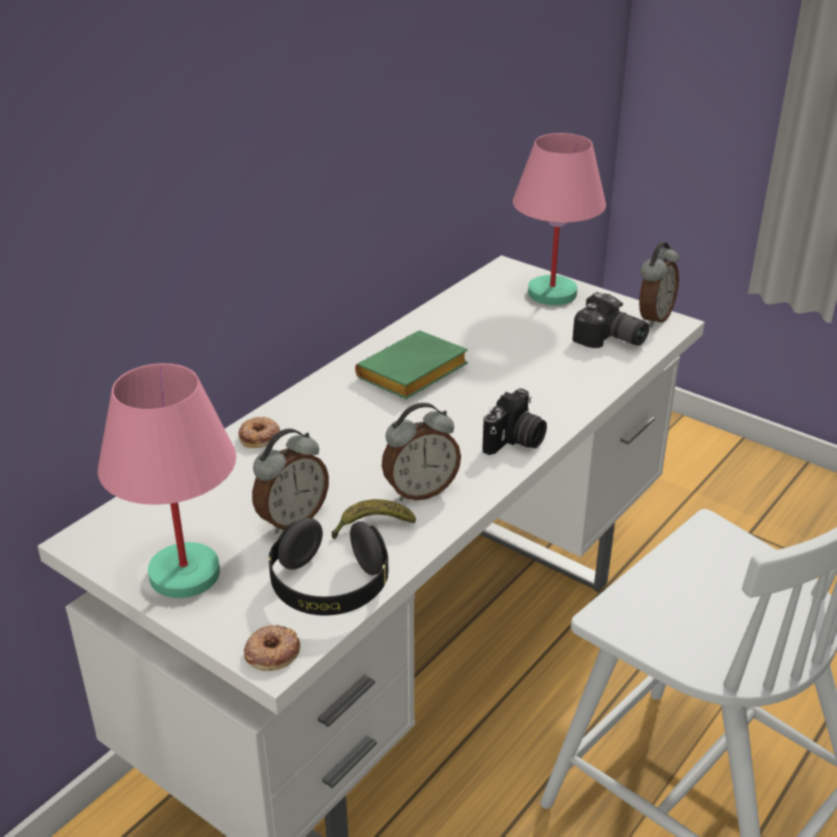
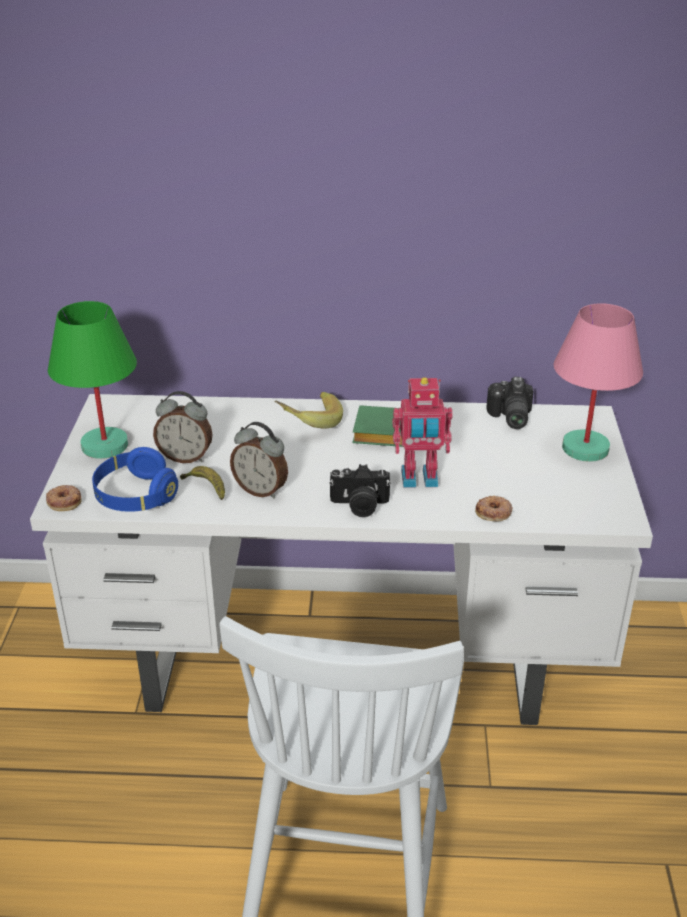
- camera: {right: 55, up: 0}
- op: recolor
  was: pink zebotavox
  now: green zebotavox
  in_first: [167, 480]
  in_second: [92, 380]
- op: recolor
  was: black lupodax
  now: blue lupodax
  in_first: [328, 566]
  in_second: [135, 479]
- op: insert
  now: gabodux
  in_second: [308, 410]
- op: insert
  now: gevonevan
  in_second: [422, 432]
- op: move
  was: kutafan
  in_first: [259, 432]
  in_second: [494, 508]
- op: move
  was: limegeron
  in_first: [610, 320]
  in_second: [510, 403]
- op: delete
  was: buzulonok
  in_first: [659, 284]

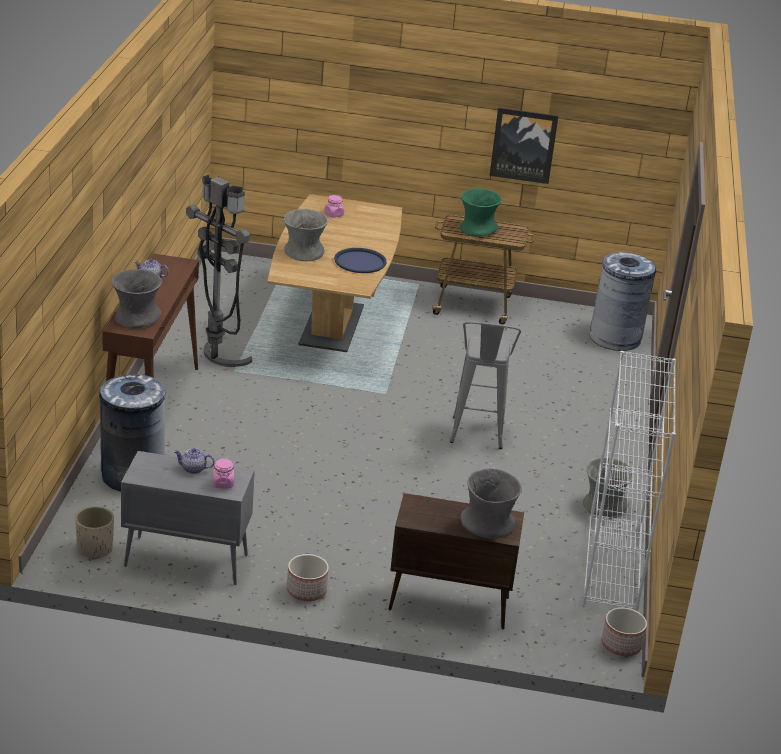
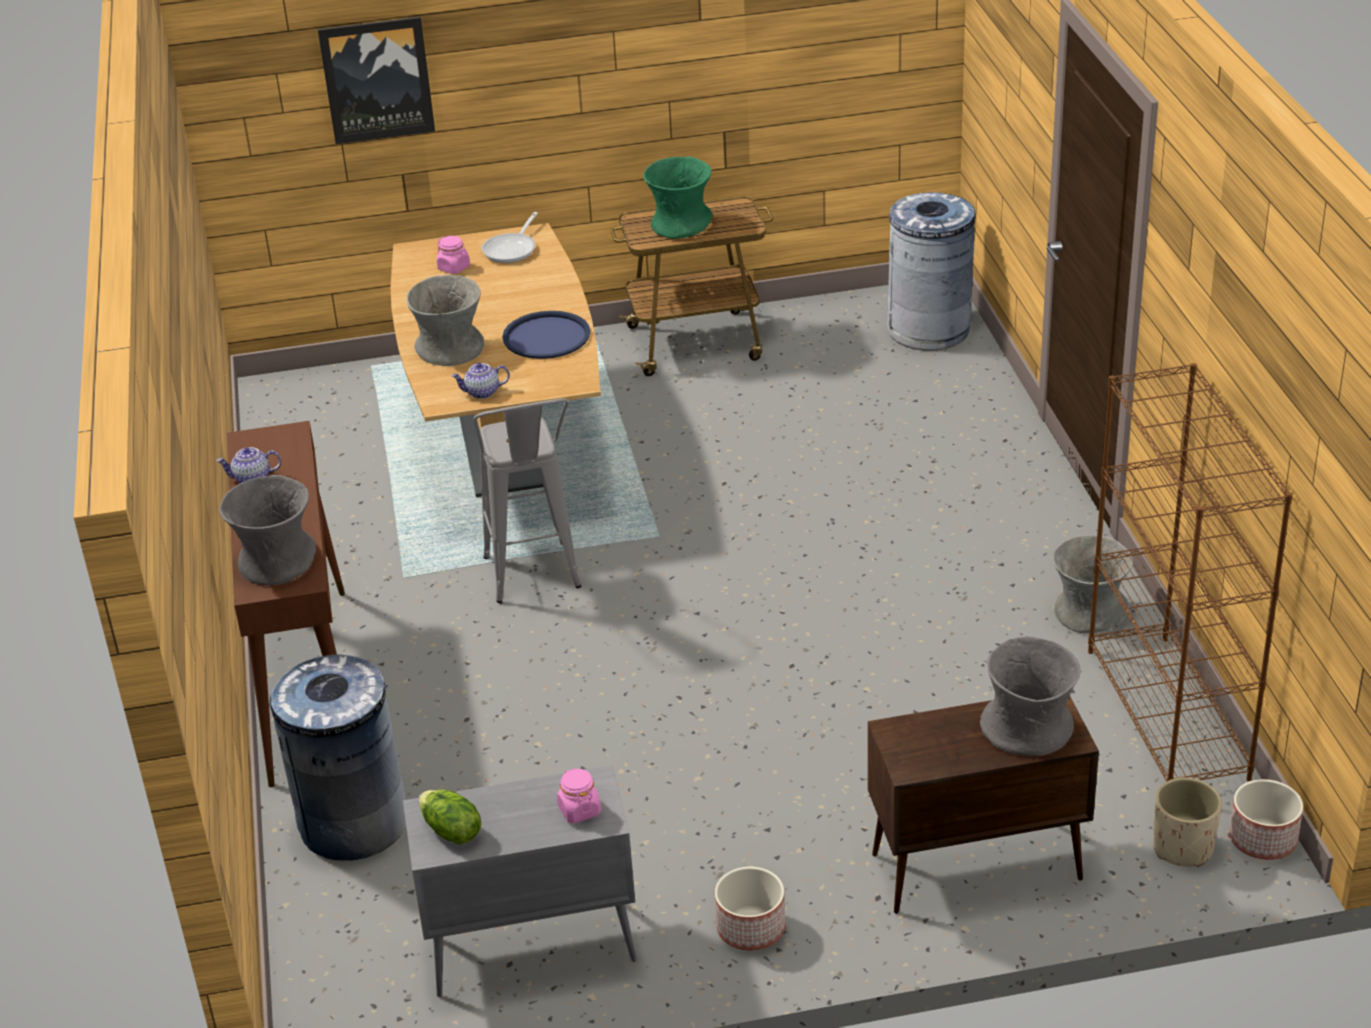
- camera: {right: -15, up: 5}
- op: move
  was: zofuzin
  in_first: [523, 145]
  in_second: [376, 80]
- op: insert
  now: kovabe
  in_second: [449, 817]
- op: move
  was: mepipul
  in_first: [194, 461]
  in_second: [480, 381]
- op: move
  was: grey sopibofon
  in_first: [485, 385]
  in_second: [527, 501]
- op: insert
  now: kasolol
  in_second: [509, 237]
- op: recolor
  was: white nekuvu
  now: brown nekuvu
  in_first: [629, 481]
  in_second: [1190, 572]
- op: move
  was: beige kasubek
  in_first: [94, 532]
  in_second: [1187, 822]
- op: delete
  was: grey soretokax
  in_first: [219, 270]

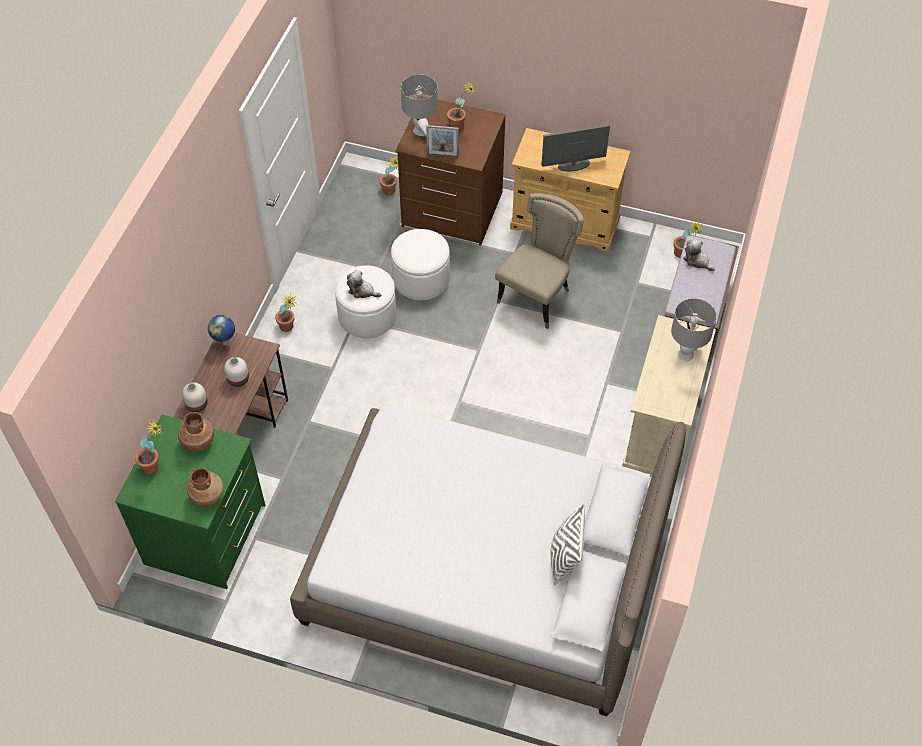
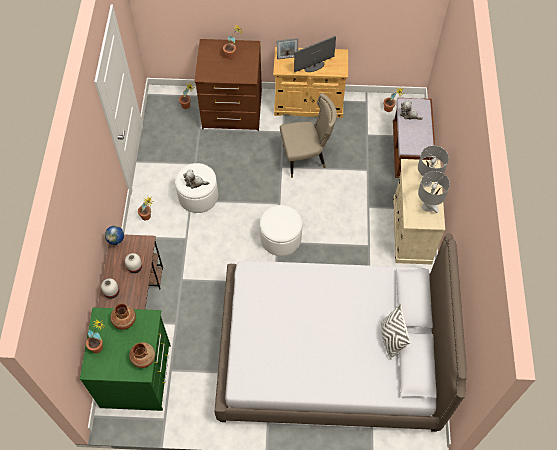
- camera: {right: -15, up: 5}
- op: move
  was: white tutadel
  in_first: [420, 264]
  in_second: [281, 230]
- op: move
  was: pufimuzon
  in_first: [442, 141]
  in_second: [287, 48]
- op: rotate
  was: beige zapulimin
  in_first: [539, 261]
  in_second: [308, 135]
  clockwise: 60
- op: move
  was: grey zebotavox
  in_first: [419, 105]
  in_second: [434, 192]

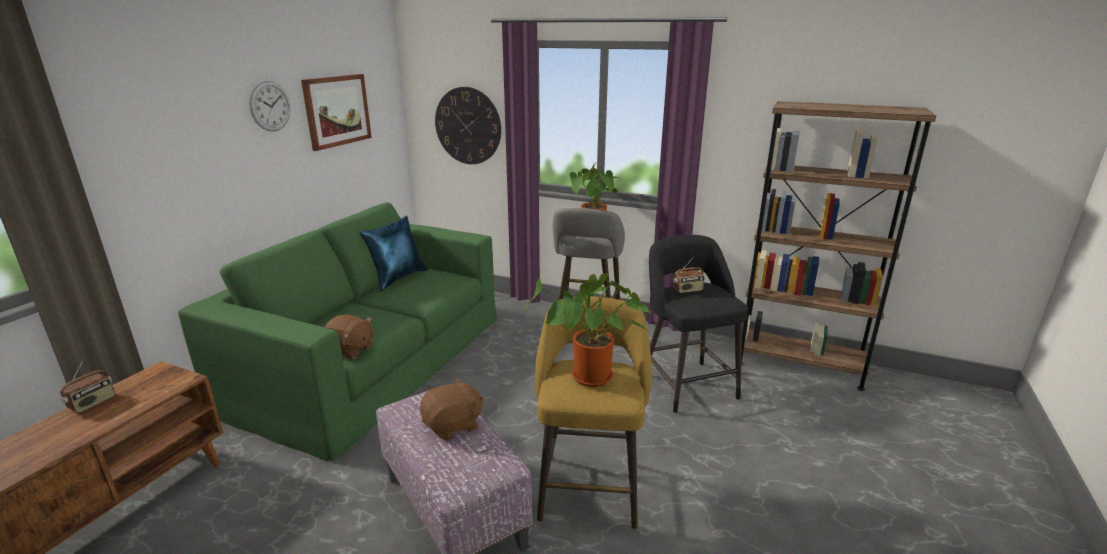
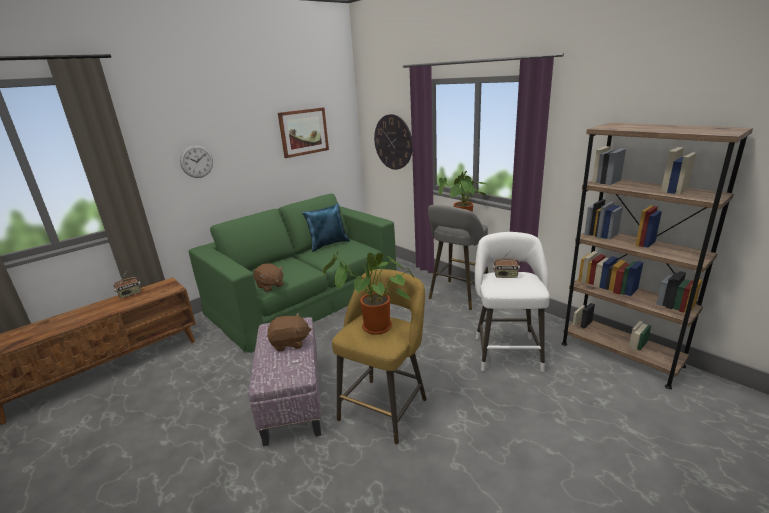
- camera: {right: 25, up: 0}
- op: move
  was: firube
  in_first: [270, 106]
  in_second: [196, 161]
- op: recolor
  was: black sopibofon
  now: white sopibofon
  in_first: [698, 324]
  in_second: [512, 302]

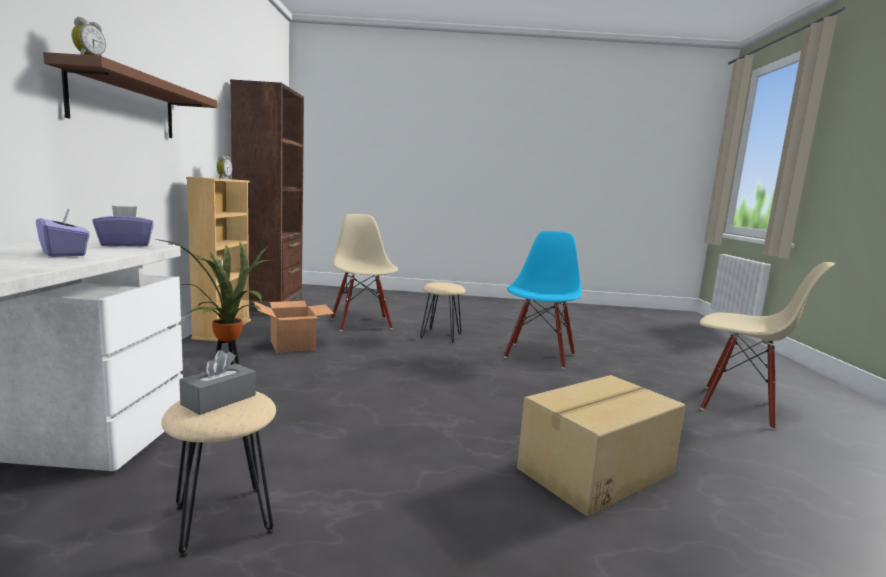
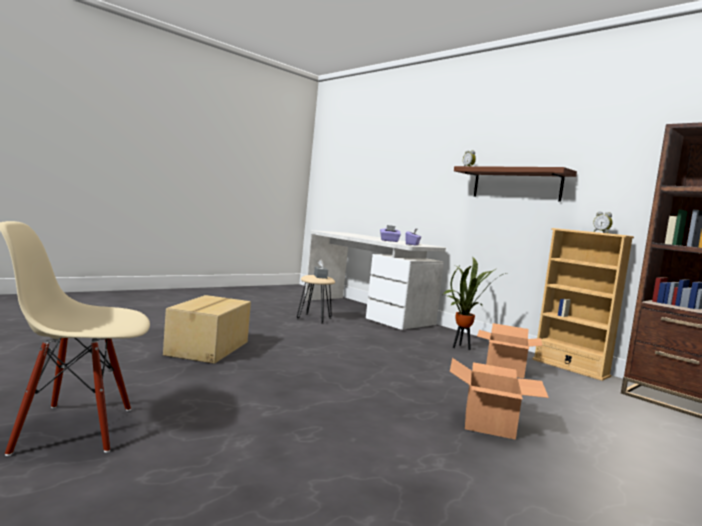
- camera: {right: 135, up: -5}
- op: replace
  was: beige sopibofon
  now: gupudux
  in_first: [443, 312]
  in_second: [499, 399]
- op: delete
  was: beige zapulimin
  in_first: [364, 272]
- op: delete
  was: blue zapulimin
  in_first: [543, 300]

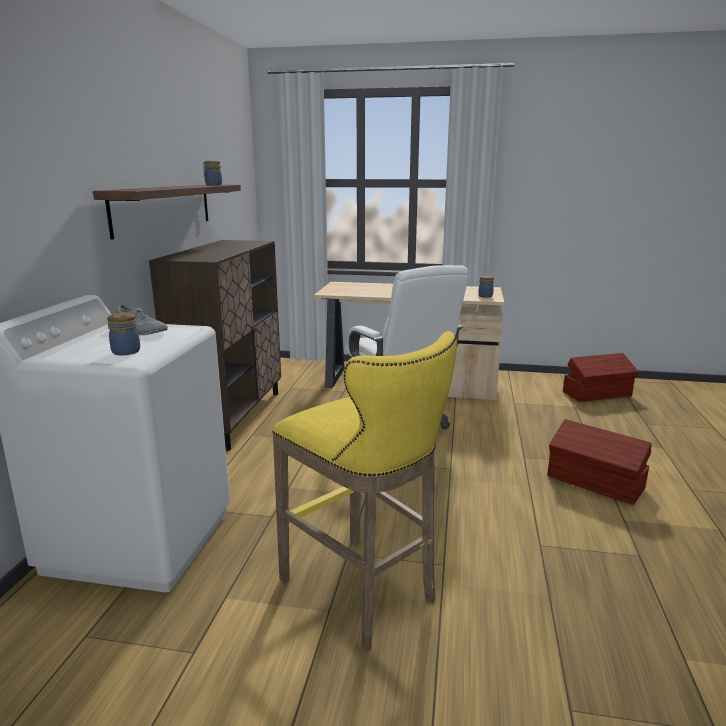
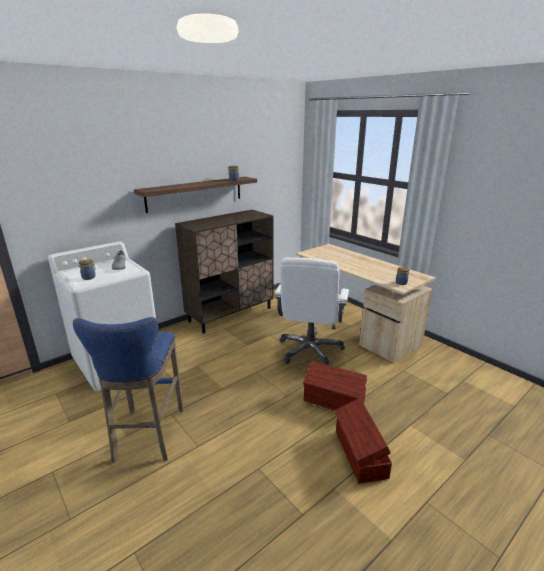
- camera: {right: 40, up: 5}
- op: recolor
  was: yellow sopibofon
  now: blue sopibofon
  in_first: [364, 490]
  in_second: [128, 390]
- op: move
  was: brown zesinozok
  in_first: [601, 377]
  in_second: [335, 385]

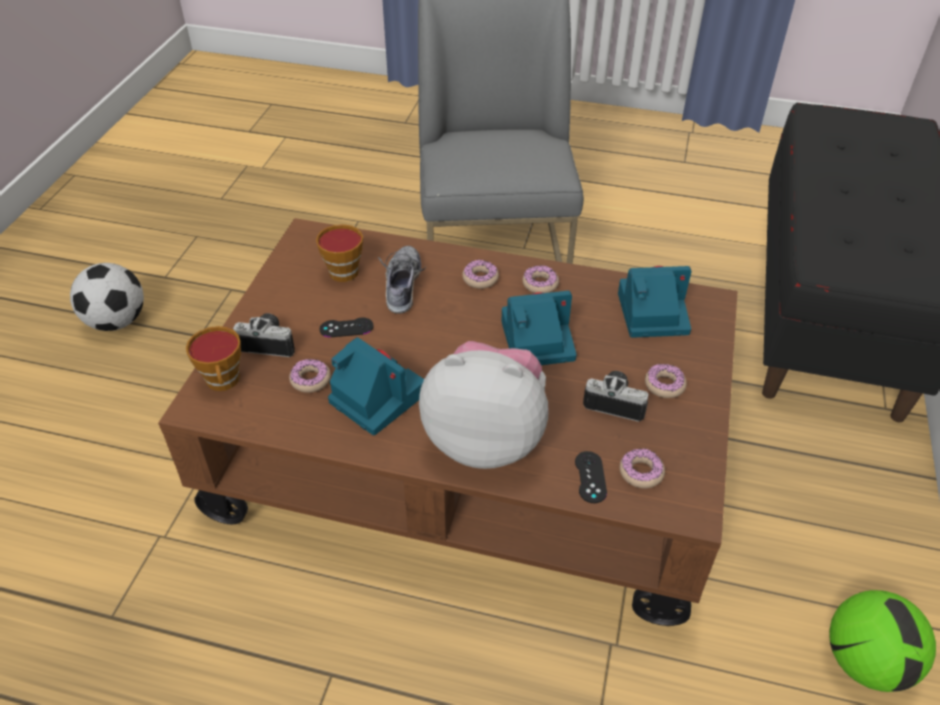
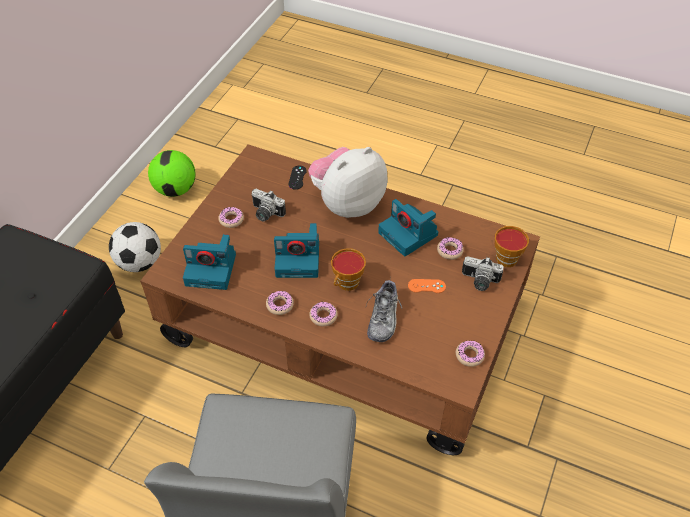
- camera: {right: -170, up: 5}
- op: move
  was: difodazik
  in_first: [107, 297]
  in_second: [135, 247]
- op: rotate
  was: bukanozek
  in_first: [483, 405]
  in_second: [347, 182]
  clockwise: 120
- op: move
  was: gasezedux
  in_first: [339, 253]
  in_second: [348, 269]
- op: recolor
  was: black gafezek
  now: orange gafezek
  in_first: [346, 327]
  in_second: [427, 286]
- op: move
  was: kutafan
  in_first: [642, 468]
  in_second: [470, 353]

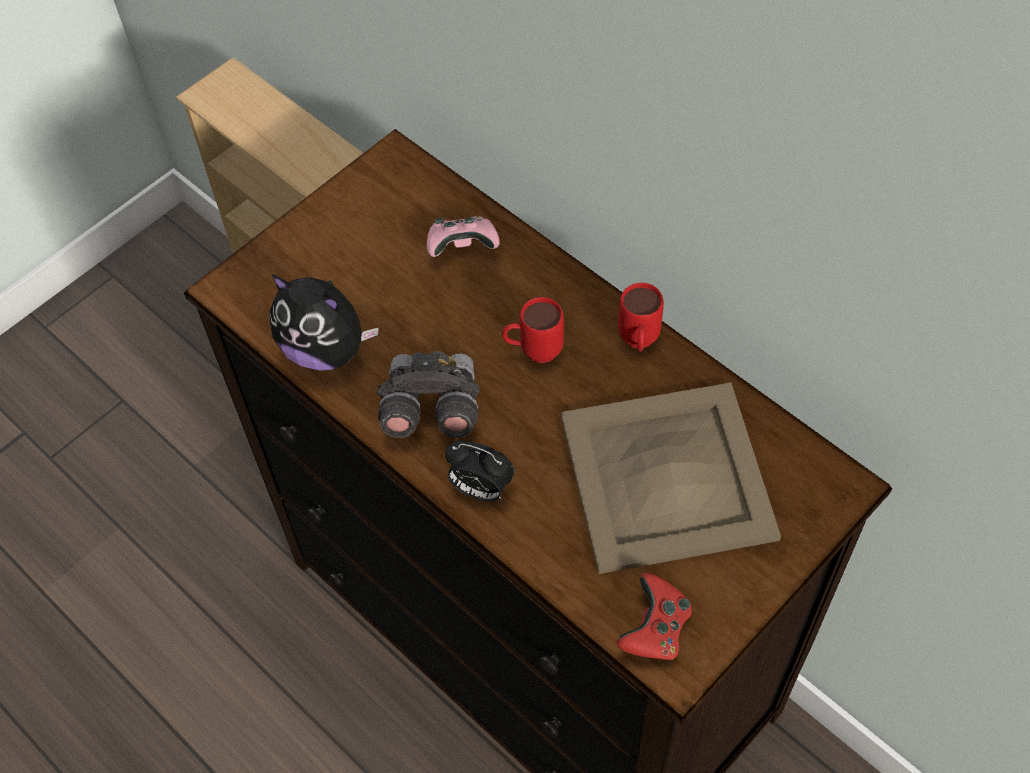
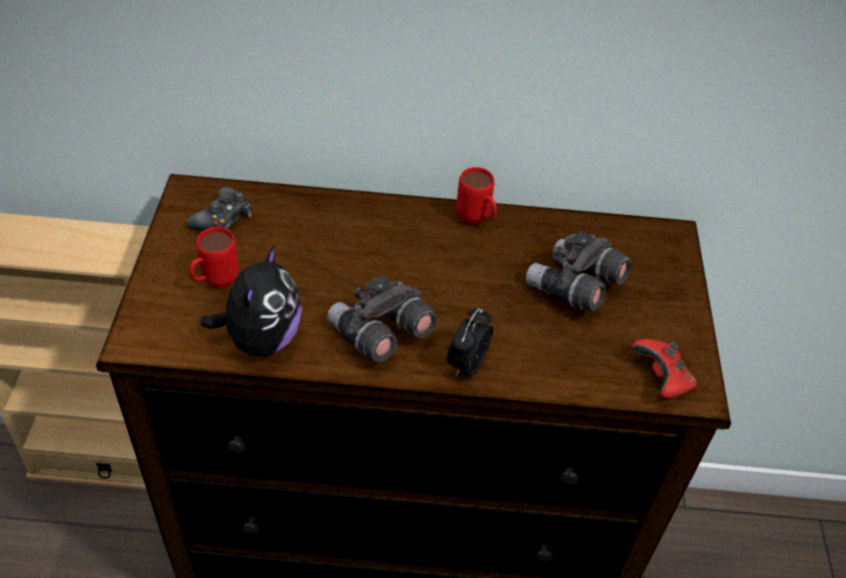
- camera: {right: -45, up: -10}
- op: insert
  now: black gafezek
  in_second: [219, 209]
- op: move
  was: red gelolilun
  in_first: [533, 330]
  in_second: [214, 258]
- op: rotate
  was: bukanozek
  in_first: [324, 322]
  in_second: [251, 300]
  clockwise: -60
- op: rotate
  was: buzulonok
  in_first: [480, 470]
  in_second: [470, 342]
  clockwise: 135
- op: replace
  was: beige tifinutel
  now: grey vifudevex
  in_first: [671, 478]
  in_second: [578, 270]
- op: delete
  was: pink gafezek
  in_first: [463, 236]

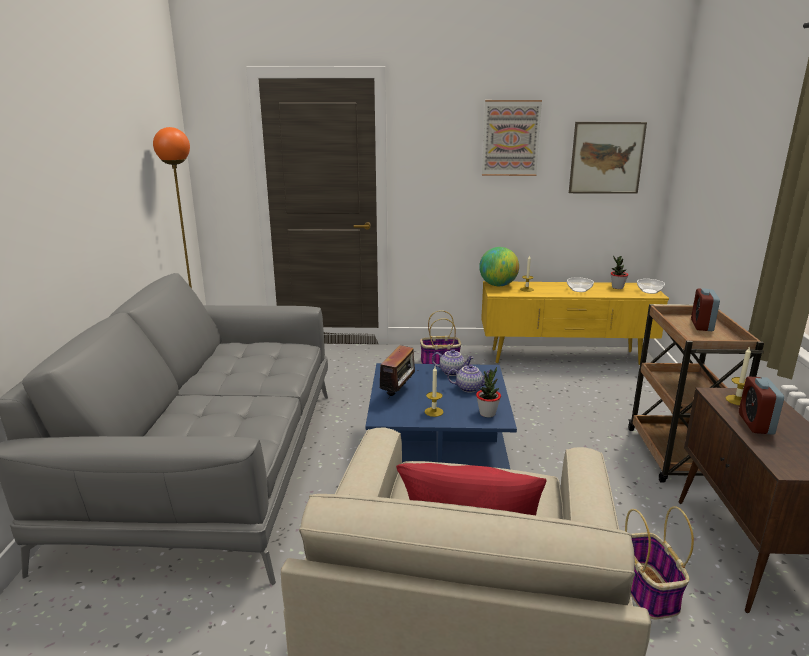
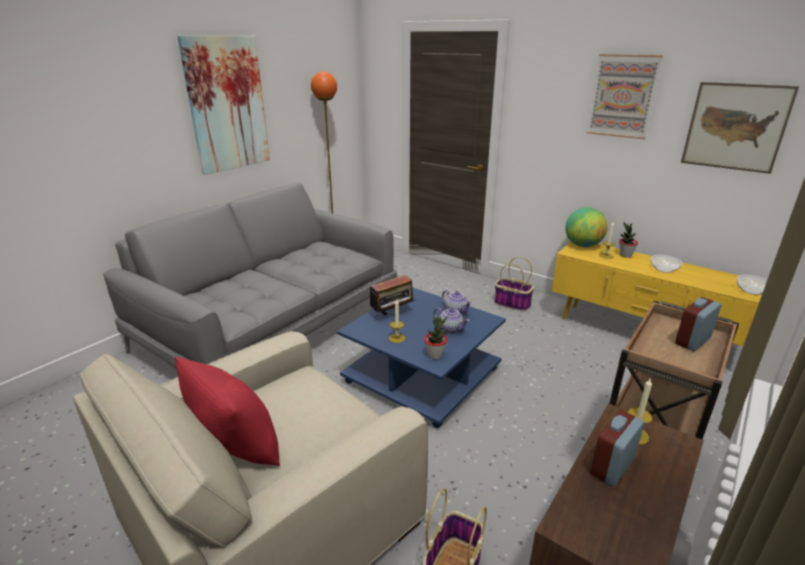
- camera: {right: 35, up: 5}
- op: insert
  now: zofuzin
  in_second: [223, 105]
- op: move
  was: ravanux
  in_first: [619, 272]
  in_second: [628, 240]

